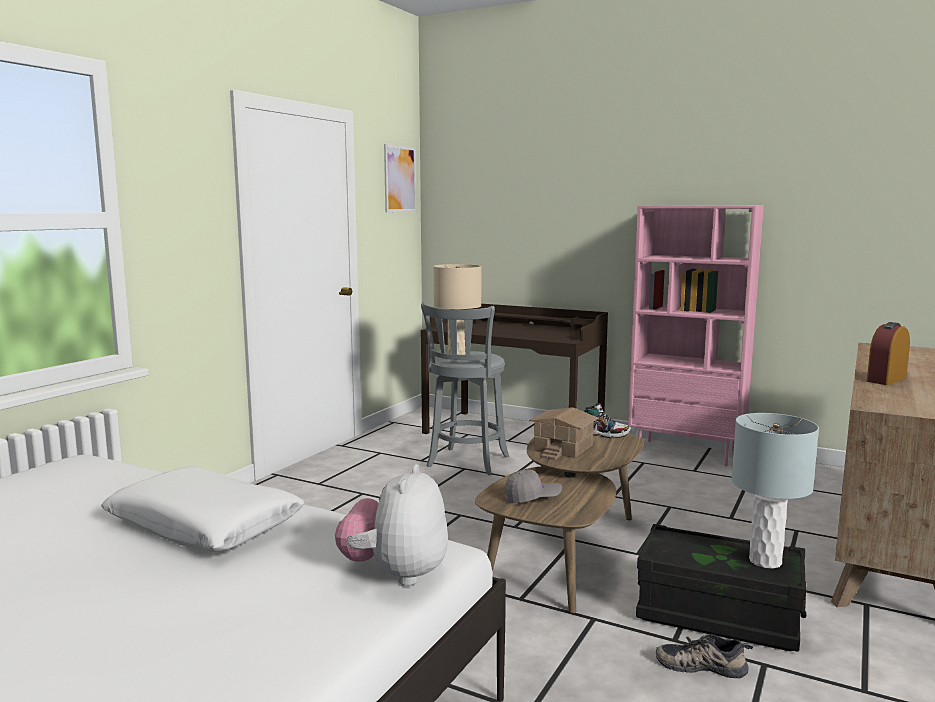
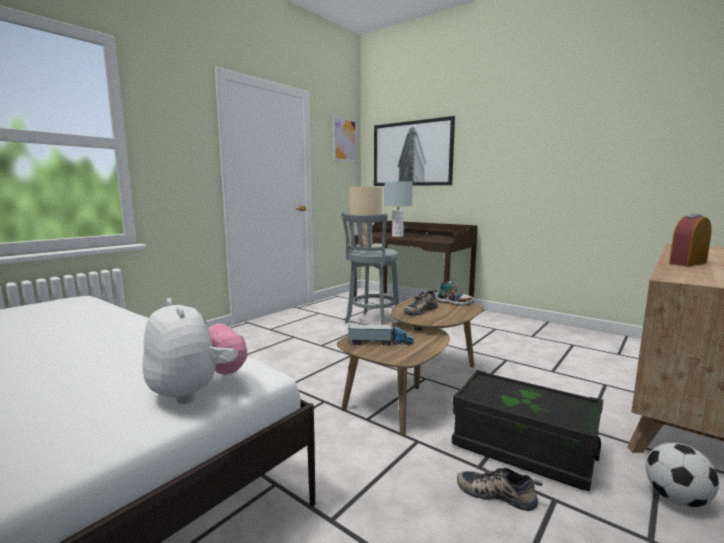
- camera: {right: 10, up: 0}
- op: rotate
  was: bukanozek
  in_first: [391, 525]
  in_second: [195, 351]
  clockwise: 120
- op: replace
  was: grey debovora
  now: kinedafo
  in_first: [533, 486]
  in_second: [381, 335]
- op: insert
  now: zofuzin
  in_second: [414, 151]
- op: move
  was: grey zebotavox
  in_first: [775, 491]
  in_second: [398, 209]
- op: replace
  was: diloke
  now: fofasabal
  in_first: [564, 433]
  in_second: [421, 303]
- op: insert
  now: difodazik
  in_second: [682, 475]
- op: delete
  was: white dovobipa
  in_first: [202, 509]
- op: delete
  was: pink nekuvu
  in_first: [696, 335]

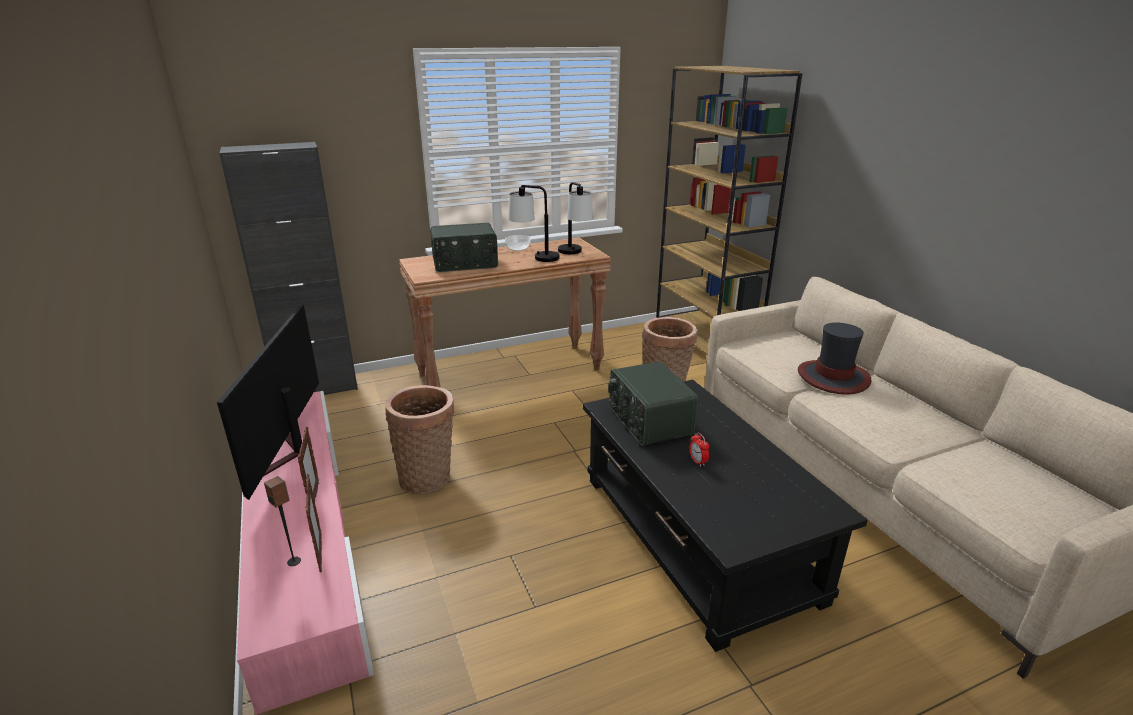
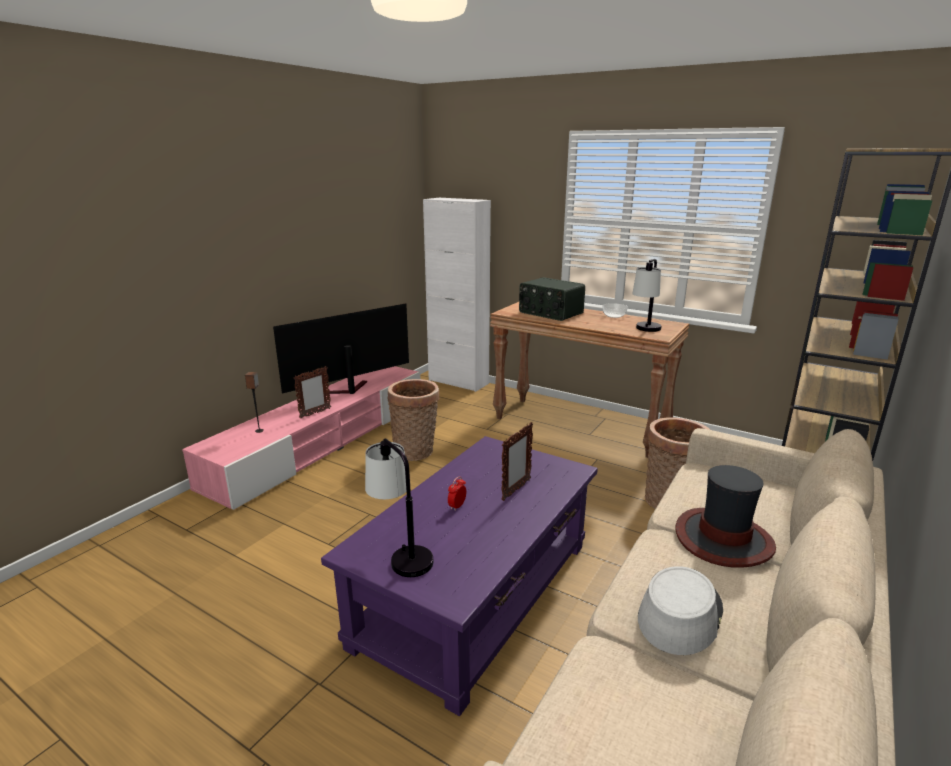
- camera: {right: 55, up: -5}
- op: recolor
  was: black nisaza
  now: purple nisaza
  in_first: [725, 515]
  in_second: [459, 576]
- op: move
  was: zebotavox
  in_first: [534, 223]
  in_second: [399, 507]
- op: recolor
  was: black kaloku
  now: white kaloku
  in_first: [288, 268]
  in_second: [457, 295]
- op: move
  was: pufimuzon
  in_first: [313, 523]
  in_second: [517, 461]
- op: insert
  now: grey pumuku
  in_second: [680, 610]
- op: delete
  was: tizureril
  in_first: [653, 403]

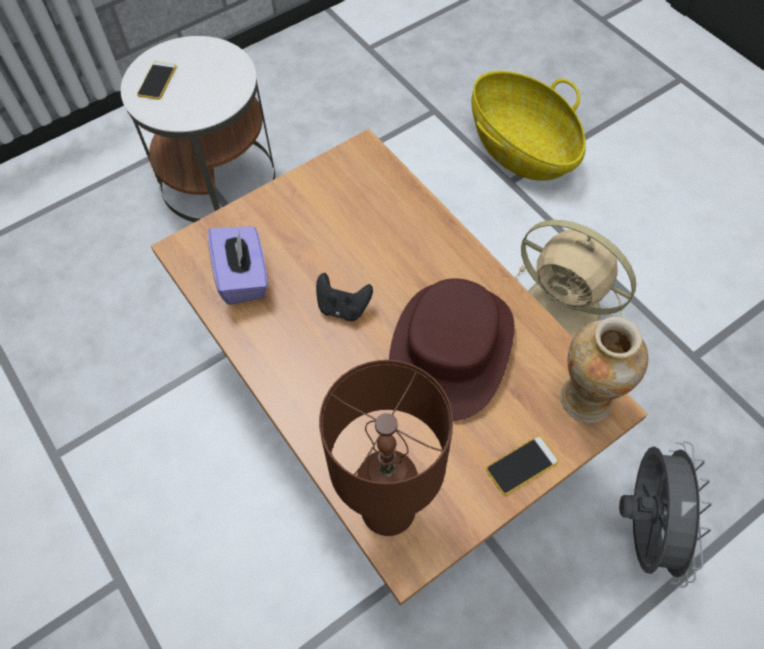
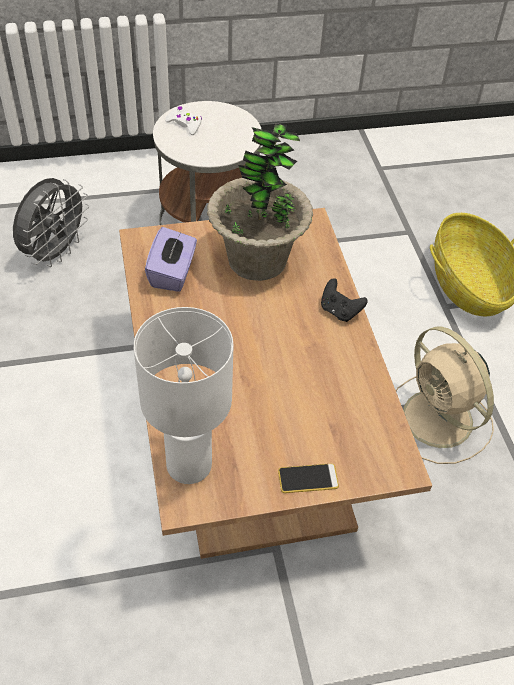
- camera: {right: 20, up: -10}
- op: move
  was: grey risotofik
  in_first: [665, 514]
  in_second: [51, 222]
- op: recolor
  was: brown zebotavox
  now: white zebotavox
  in_first: [386, 448]
  in_second: [183, 395]
- op: replace
  was: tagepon
  now: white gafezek
  in_first: [157, 80]
  in_second: [183, 120]
- op: insert
  now: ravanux
  in_second: [260, 202]
- op: move
  was: black gafezek
  in_first: [344, 297]
  in_second: [344, 300]
- op: delete
  was: brown pumuku
  in_first: [452, 349]
- op: delete
  was: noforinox
  in_first: [604, 370]

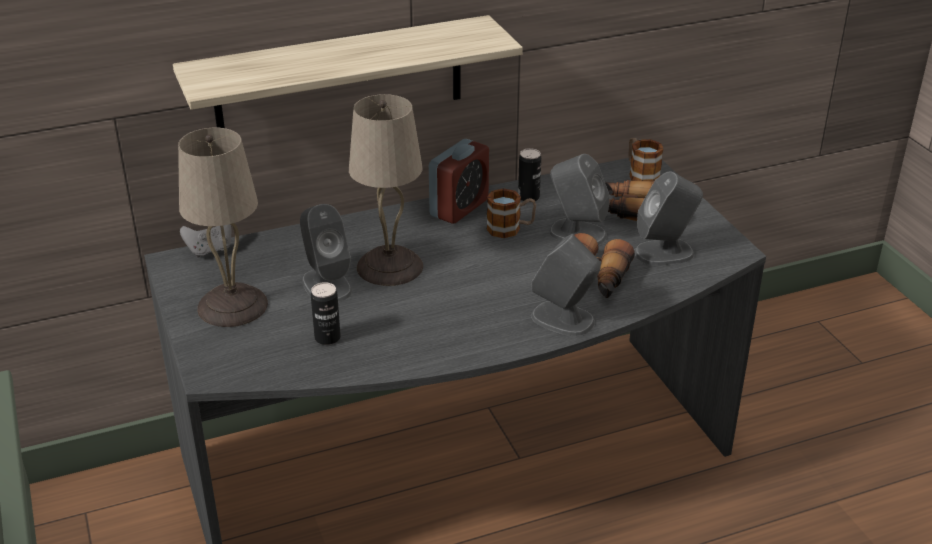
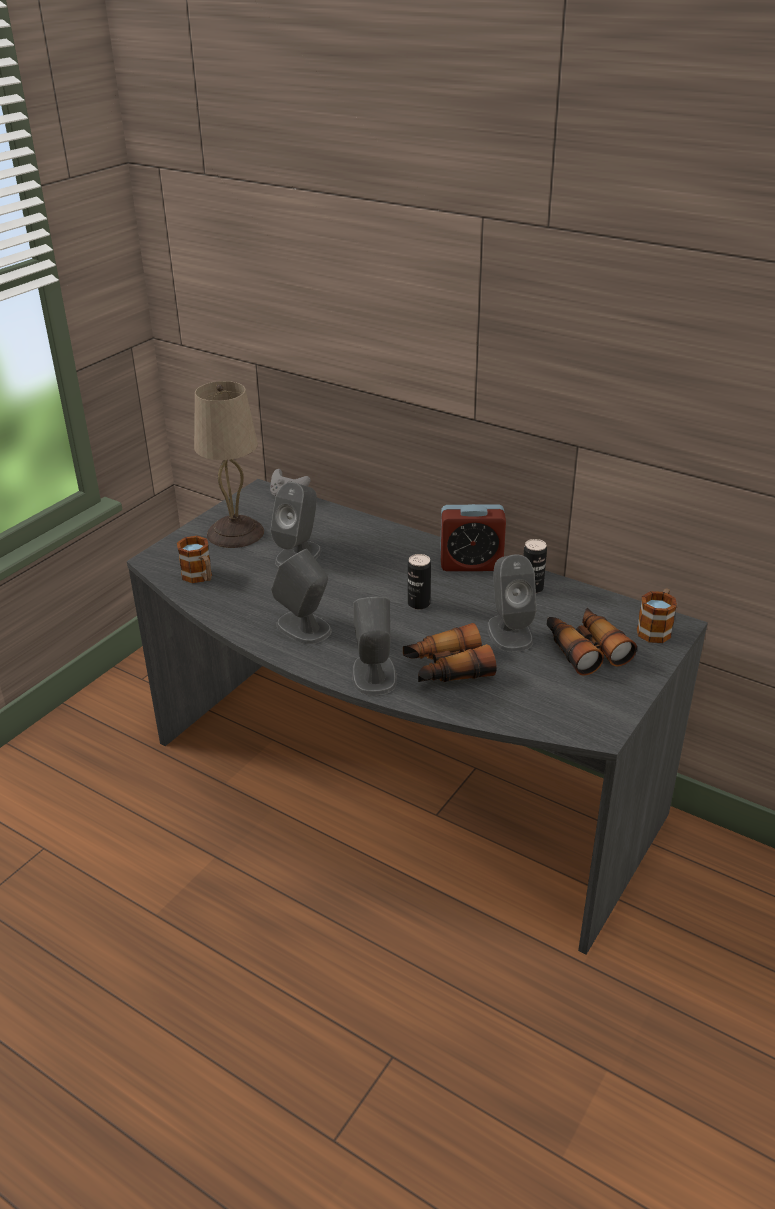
- camera: {right: 55, up: 0}
- op: move
  was: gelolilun
  in_first: [511, 213]
  in_second: [194, 559]
- op: move
  was: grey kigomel
  in_first: [668, 218]
  in_second: [301, 596]
- op: move
  was: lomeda
  in_first: [326, 313]
  in_second: [419, 582]
- op: delete
  was: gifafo
  in_first: [348, 71]
- op: delete
  was: beige zebotavox
  in_first: [386, 190]

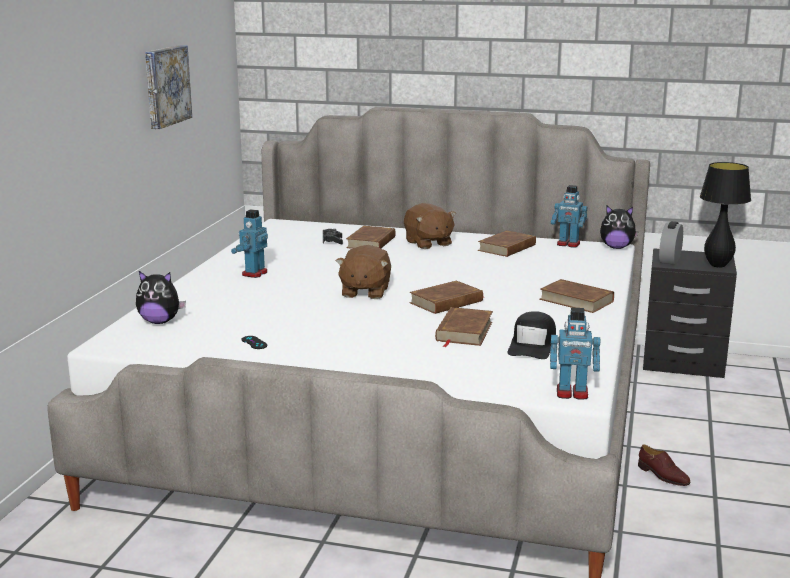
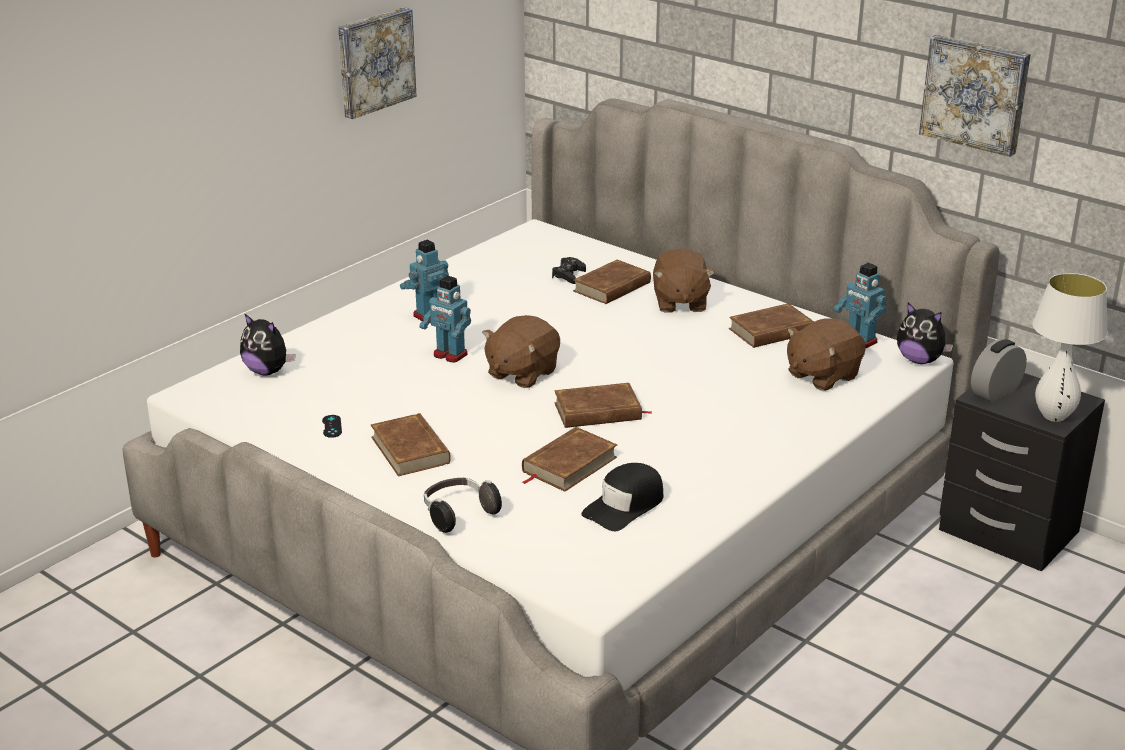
- camera: {right: 25, up: 10}
- op: move
  was: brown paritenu
  in_first: [576, 296]
  in_second: [411, 444]
- op: move
  was: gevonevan
  in_first: [575, 354]
  in_second: [445, 319]
- op: insert
  now: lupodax
  in_second: [463, 505]
- op: insert
  now: brown bukanozek
  in_second: [826, 354]
- op: insert
  now: zofuzin
  in_second: [975, 95]
- op: recolor
  was: black zebotavox
  now: white zebotavox
  in_first: [725, 215]
  in_second: [1070, 347]
- op: delete
  was: brown fofasabal
  in_first: [664, 465]

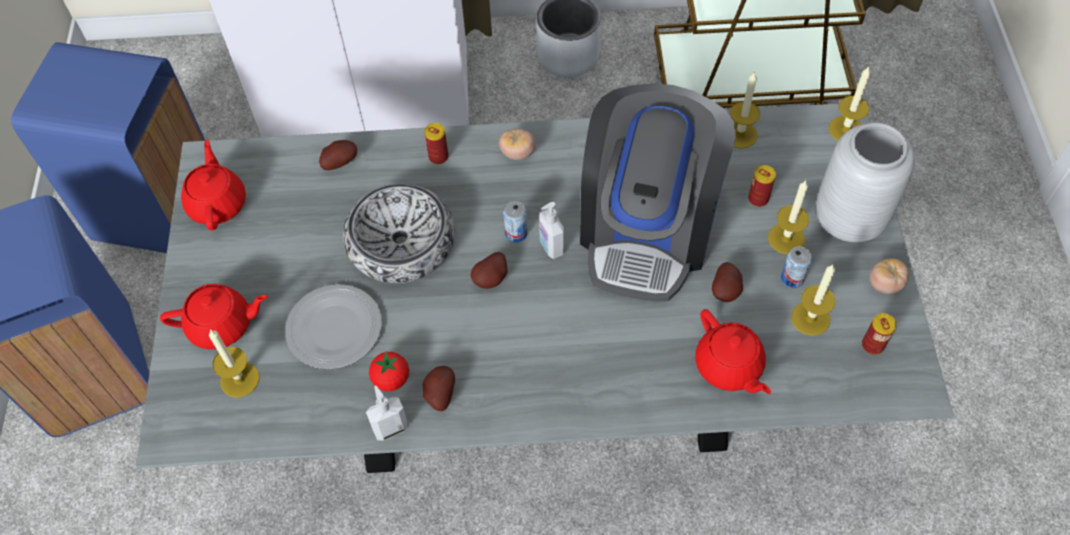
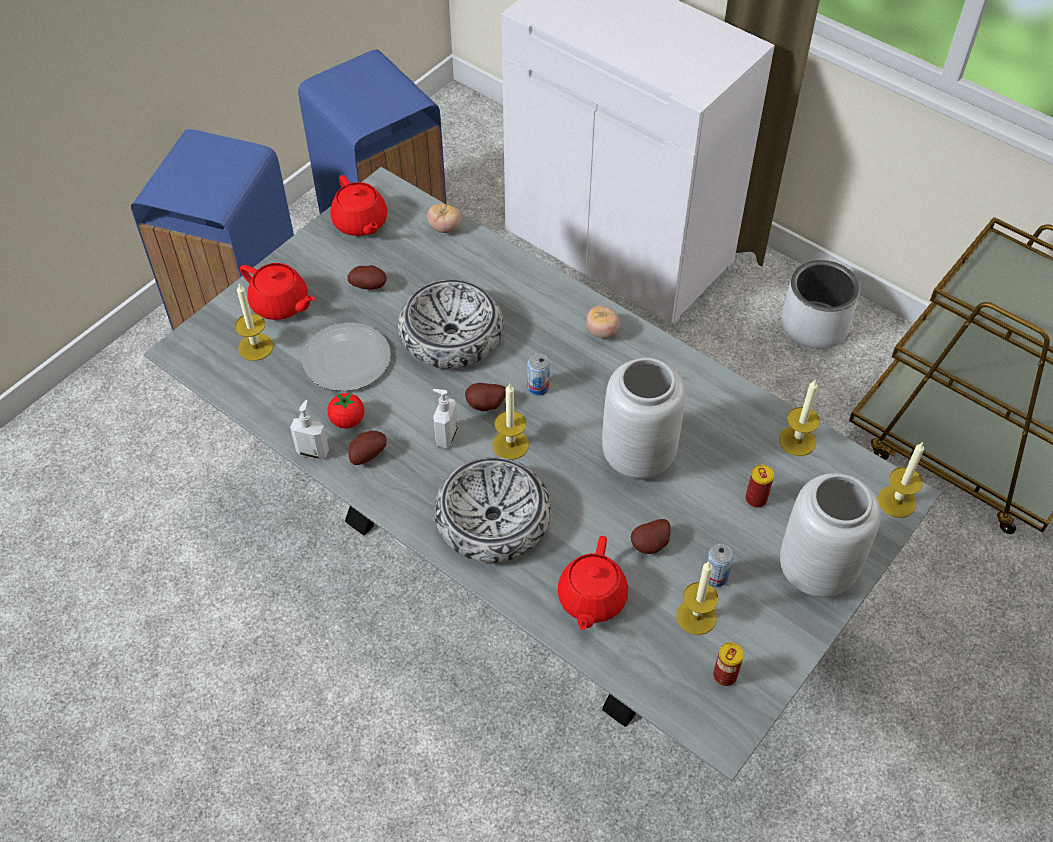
- camera: {right: 40, up: -5}
- op: rotate
  was: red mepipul
  in_first: [213, 185]
  in_second: [358, 205]
  clockwise: 120
- op: move
  was: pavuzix
  in_first: [338, 155]
  in_second: [367, 277]
- op: move
  was: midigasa
  in_first: [889, 276]
  in_second: [444, 218]
- op: move
  was: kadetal
  in_first: [551, 230]
  in_second: [445, 419]
- op: insert
  now: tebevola
  in_second: [492, 510]
- op: move
  was: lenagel
  in_first: [788, 217]
  in_second: [510, 421]
- op: replace
  was: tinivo
  now: grey noforinox
  in_first: [658, 192]
  in_second: [644, 418]
- op: delete
  was: lomeda
  in_first: [436, 143]

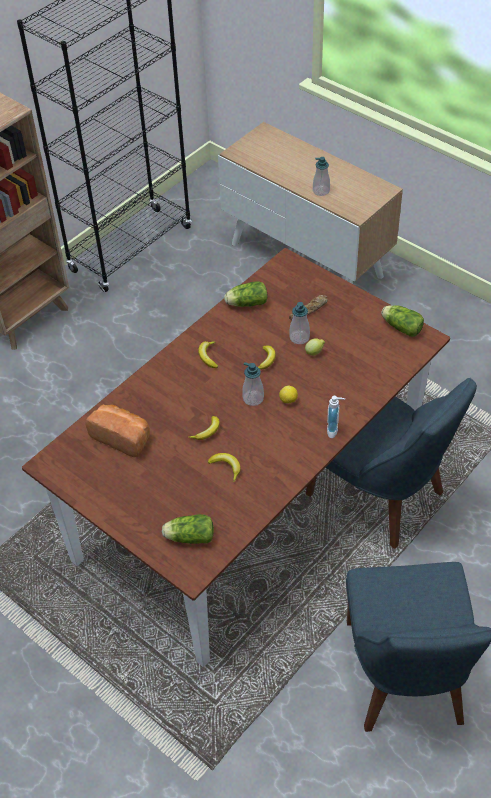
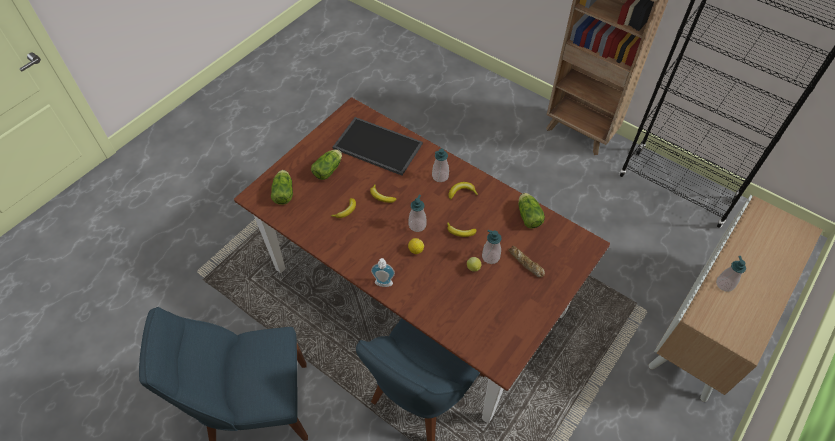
- camera: {right: 85, up: 5}
- op: move
  was: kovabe
  in_first: [402, 321]
  in_second: [326, 164]
- op: replace
  was: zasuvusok
  now: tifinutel
  in_first: [117, 430]
  in_second: [378, 146]
- op: insert
  now: kadetal
  in_second: [440, 165]

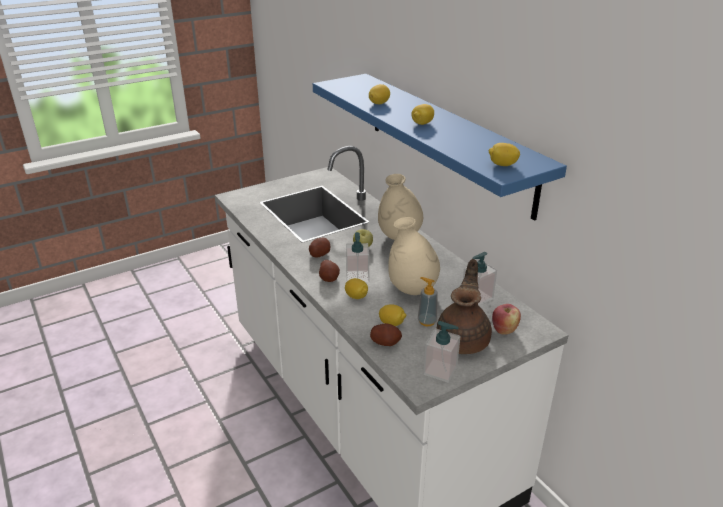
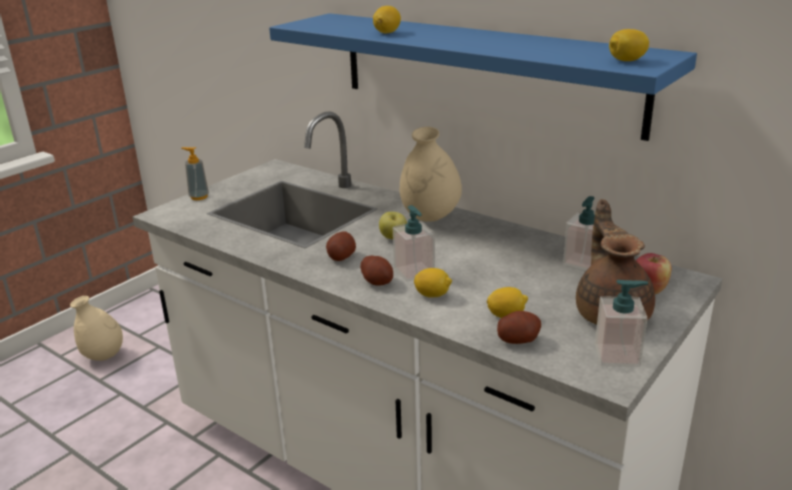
- camera: {right: -20, up: -5}
- op: move
  was: beige noforinox
  in_first: [414, 256]
  in_second: [96, 328]
- op: move
  was: kadetal
  in_first: [428, 301]
  in_second: [195, 173]
- op: delete
  was: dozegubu
  in_first: [422, 114]

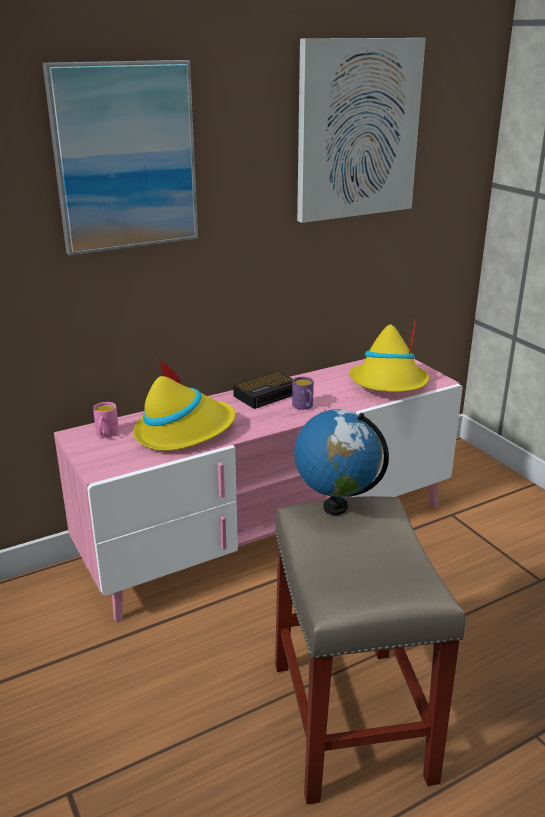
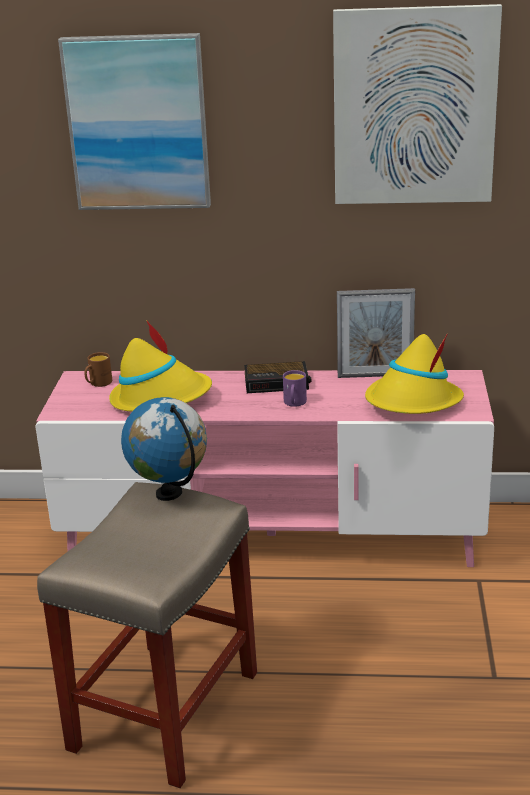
- camera: {right: 35, up: 0}
- op: recolor
  was: pink gelolilun
  now: brown gelolilun
  in_first: [106, 420]
  in_second: [98, 369]
- op: insert
  now: pufimuzon
  in_second: [376, 333]

